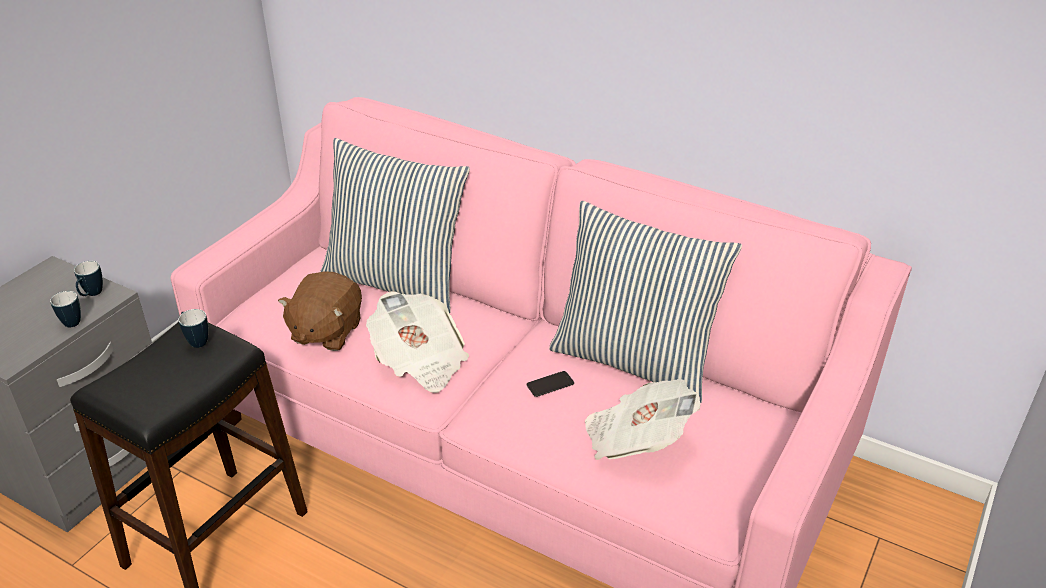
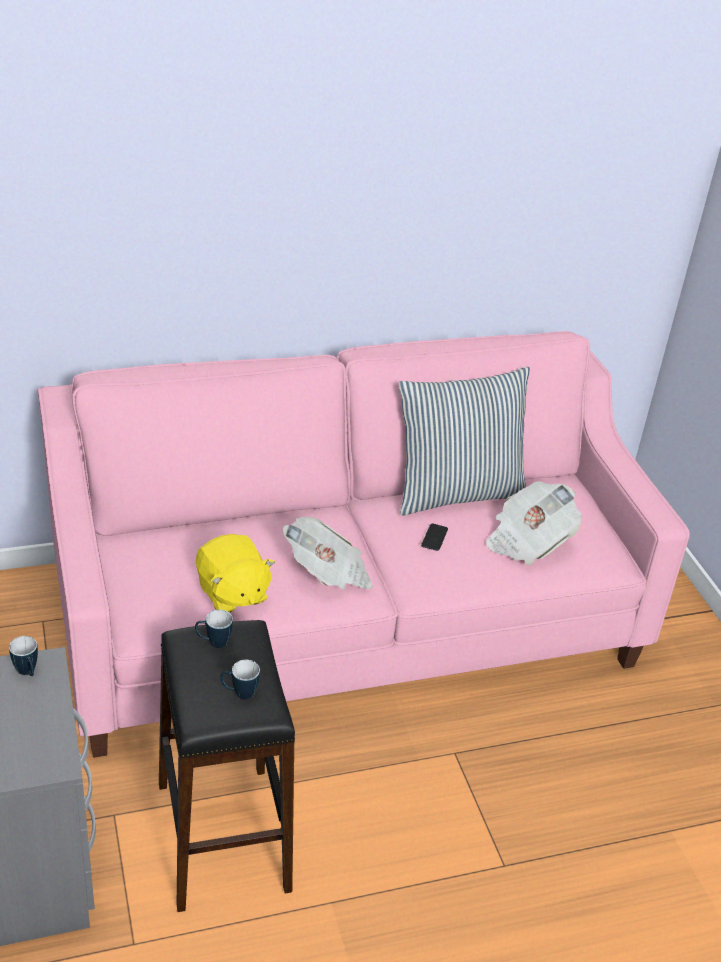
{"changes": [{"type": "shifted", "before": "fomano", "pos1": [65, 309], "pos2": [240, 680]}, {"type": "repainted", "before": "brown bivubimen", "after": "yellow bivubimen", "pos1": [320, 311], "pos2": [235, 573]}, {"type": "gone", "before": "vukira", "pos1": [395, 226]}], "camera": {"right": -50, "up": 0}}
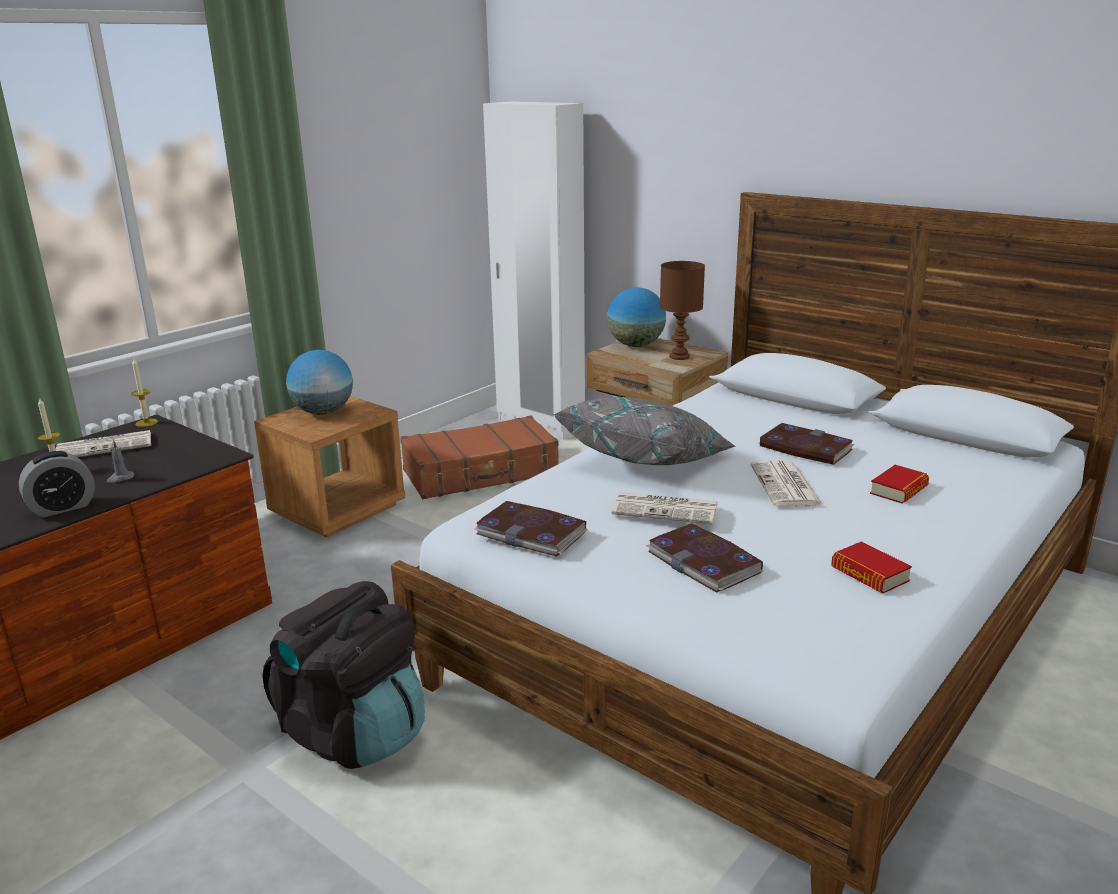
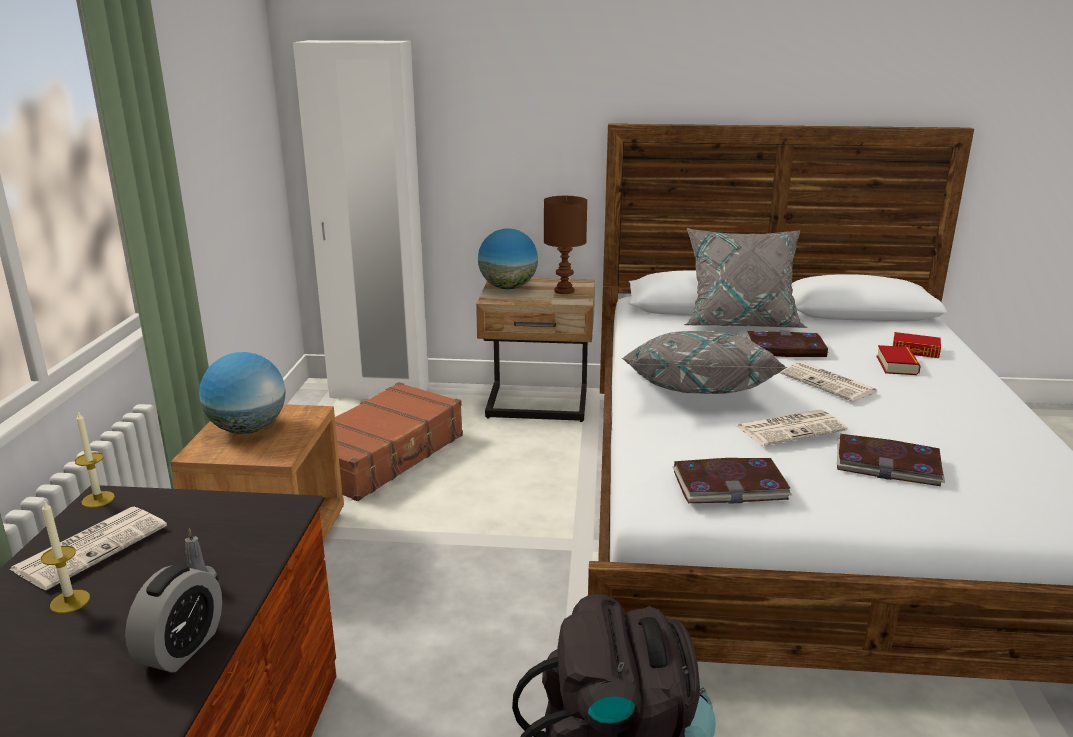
{"changes": [{"type": "shifted", "before": "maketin", "pos1": [871, 567], "pos2": [917, 345]}, {"type": "new", "after": "grey vukira", "pos2": [746, 278]}], "camera": {"right": -35, "up": 0}}
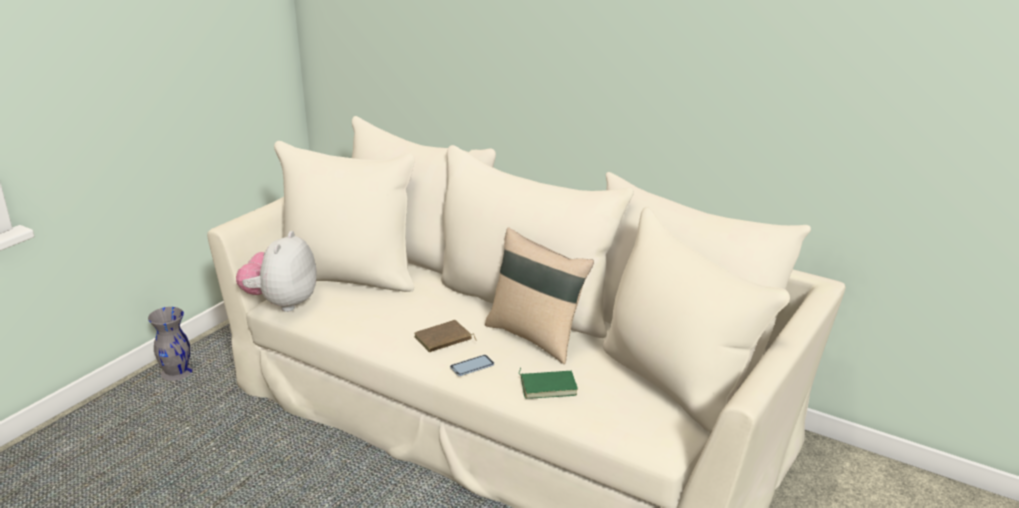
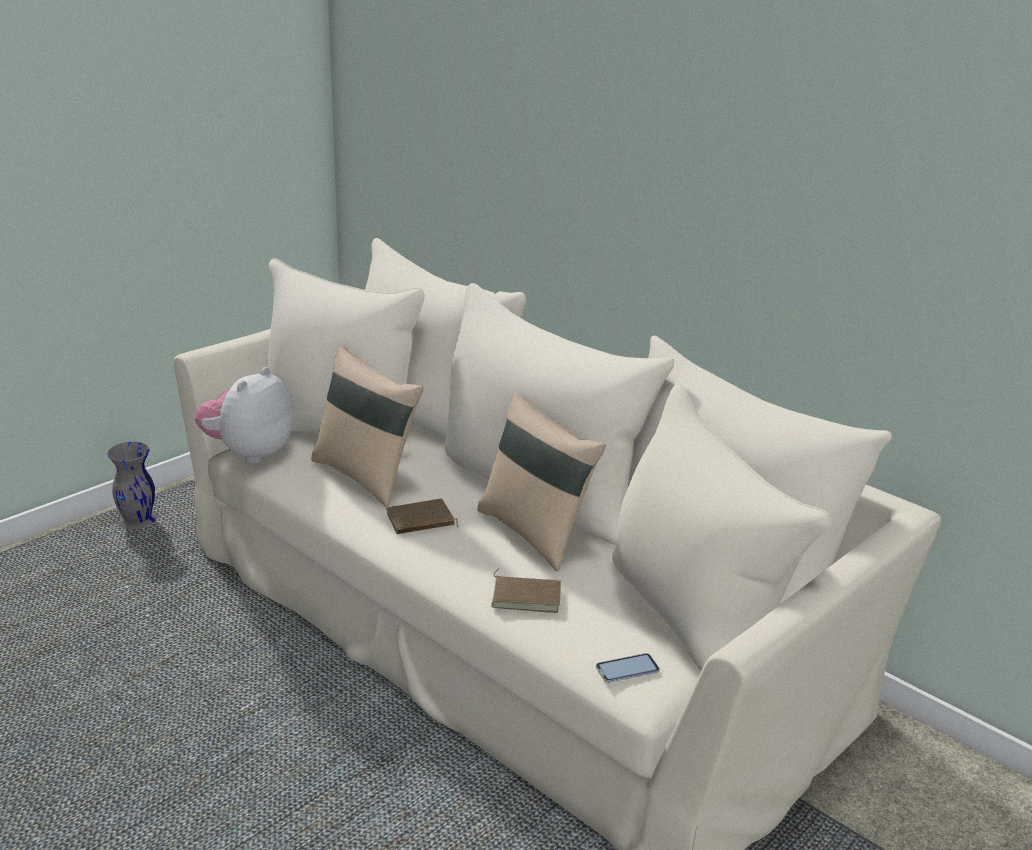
{"changes": [{"type": "shifted", "before": "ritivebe", "pos1": [472, 365], "pos2": [628, 668]}, {"type": "repainted", "before": "green maketin", "after": "brown maketin", "pos1": [548, 383], "pos2": [526, 590]}, {"type": "new", "after": "beige vukira", "pos2": [367, 427]}], "camera": {"right": 10, "up": 0}}
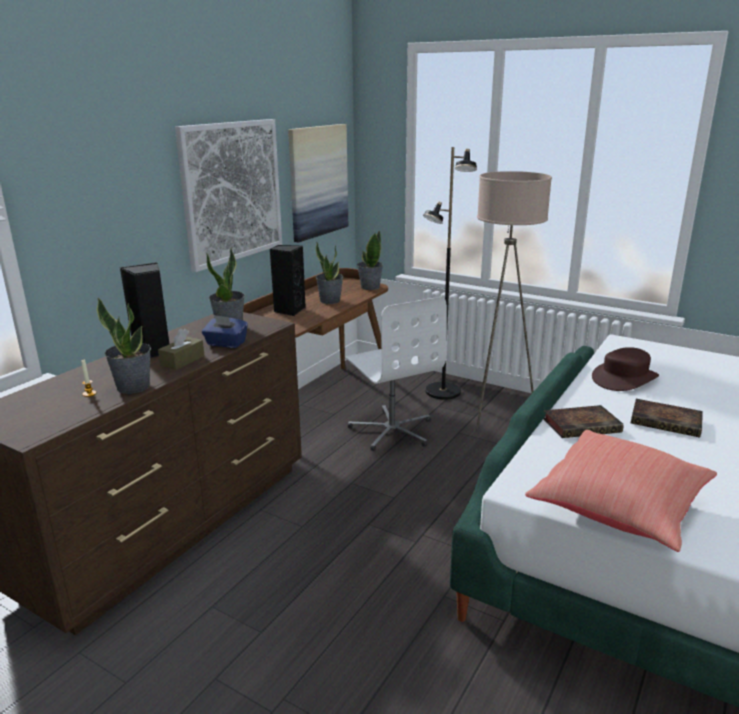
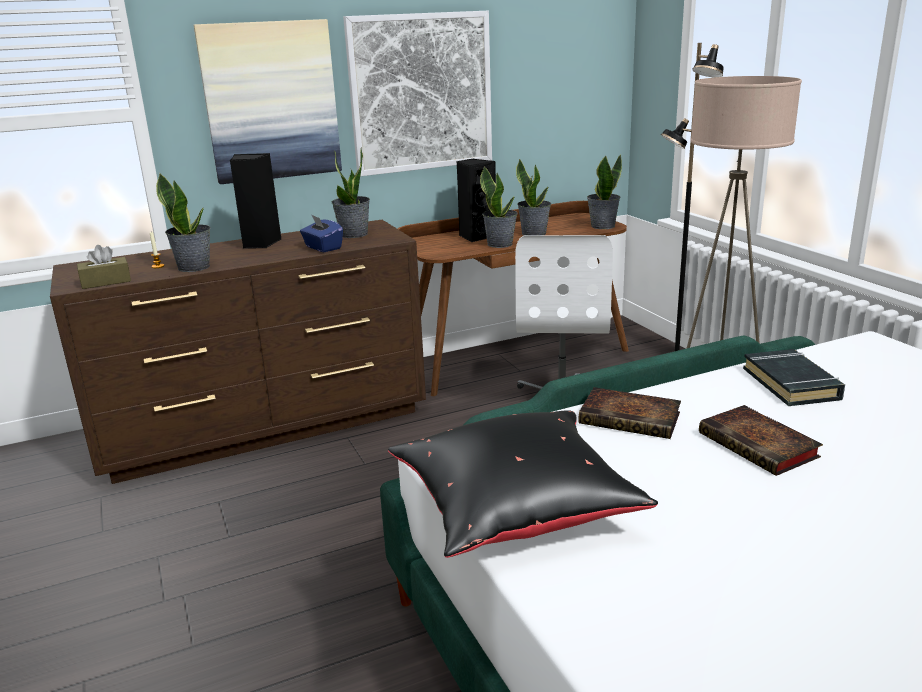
{"changes": [{"type": "shifted", "before": "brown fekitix", "pos1": [181, 349], "pos2": [104, 267]}, {"type": "shifted", "before": "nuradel", "pos1": [318, 183], "pos2": [268, 101]}, {"type": "repainted", "before": "red vukira", "after": "black vukira", "pos1": [621, 491], "pos2": [523, 484]}, {"type": "swapped", "before": "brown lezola", "after": "black maketin", "pos1": [625, 369], "pos2": [794, 377]}, {"type": "new", "after": "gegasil", "pos2": [499, 207]}], "camera": {"right": 35, "up": 0}}
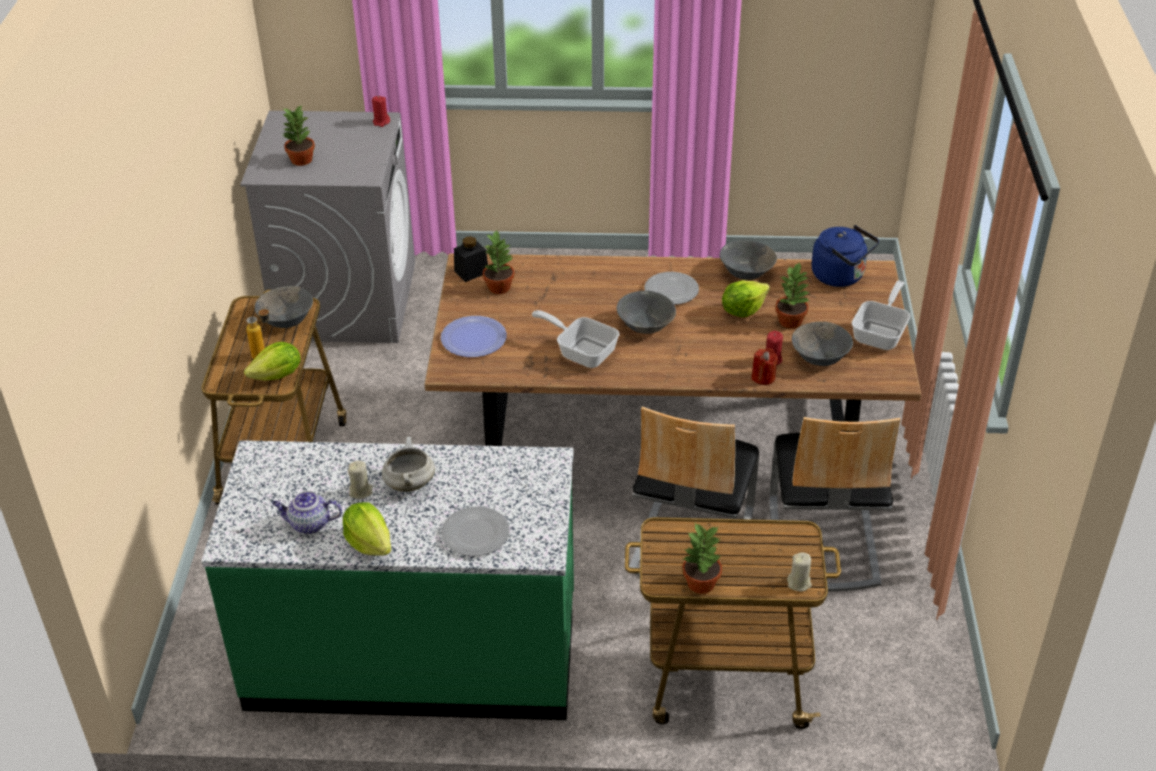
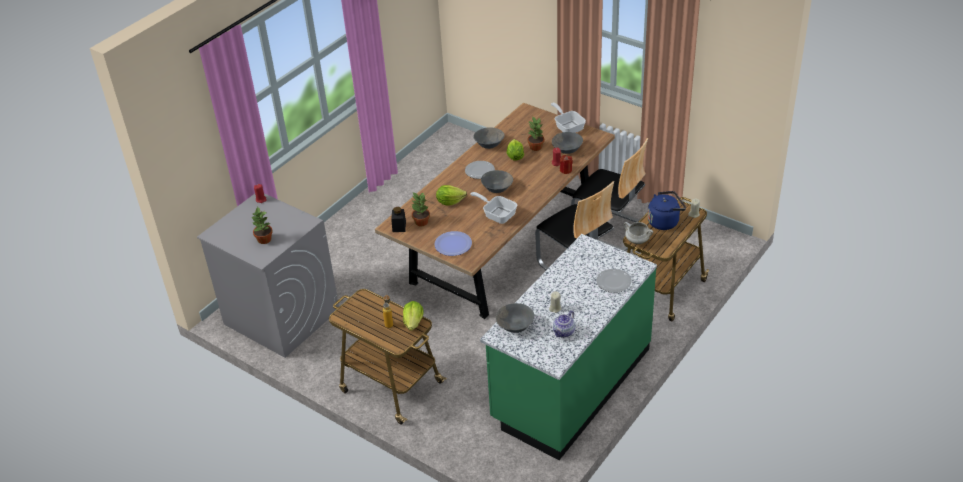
{"changes": [{"type": "shifted", "before": "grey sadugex", "pos1": [284, 307], "pos2": [515, 318]}, {"type": "shifted", "before": "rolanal", "pos1": [367, 529], "pos2": [451, 195]}, {"type": "shifted", "before": "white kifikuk", "pos1": [408, 464], "pos2": [638, 233]}, {"type": "rotated", "before": "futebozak", "pos1": [575, 339], "pos2": [493, 208], "turn": 60}, {"type": "gone", "before": "gegasil", "pos1": [702, 558]}, {"type": "shifted", "before": "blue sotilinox", "pos1": [845, 256], "pos2": [667, 210]}], "camera": {"right": -55, "up": 0}}
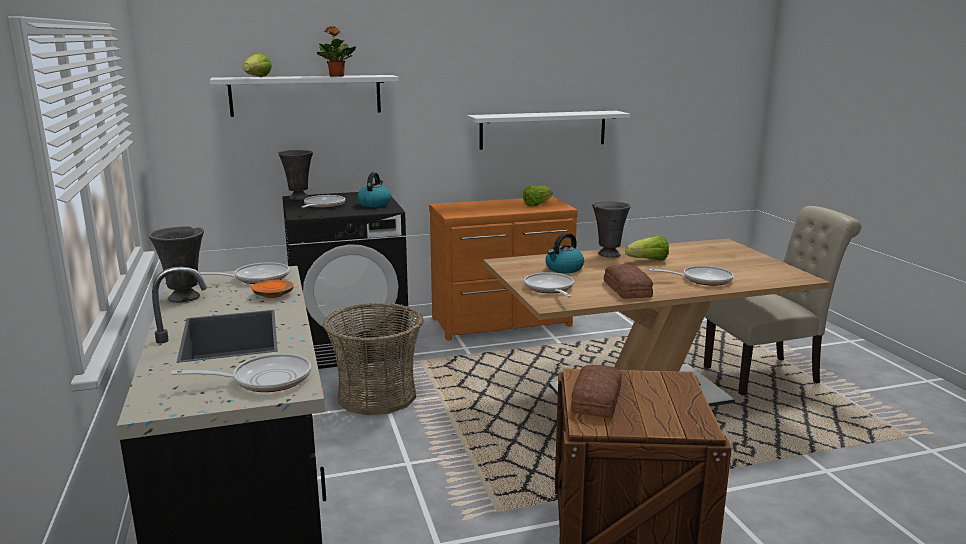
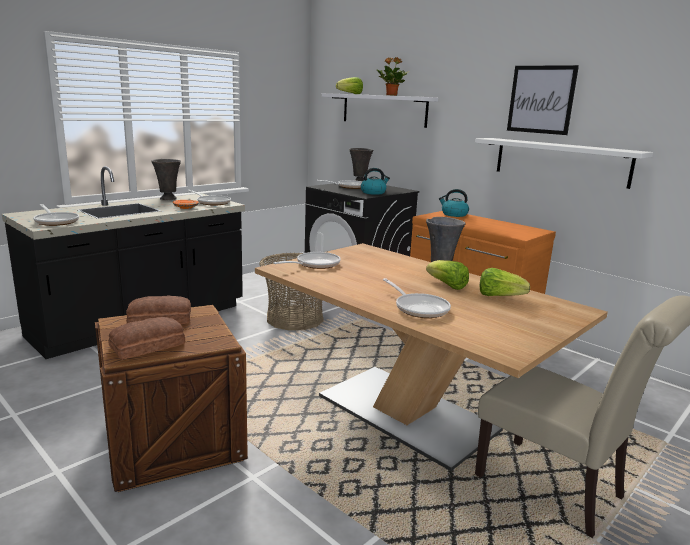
{"changes": [{"type": "shifted", "before": "rolanal", "pos1": [538, 195], "pos2": [505, 282]}, {"type": "shifted", "before": "sotilinox", "pos1": [564, 253], "pos2": [454, 203]}, {"type": "shifted", "before": "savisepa", "pos1": [628, 281], "pos2": [146, 338]}, {"type": "new", "after": "nuradel", "pos2": [543, 100]}], "camera": {"right": 60, "up": 0}}
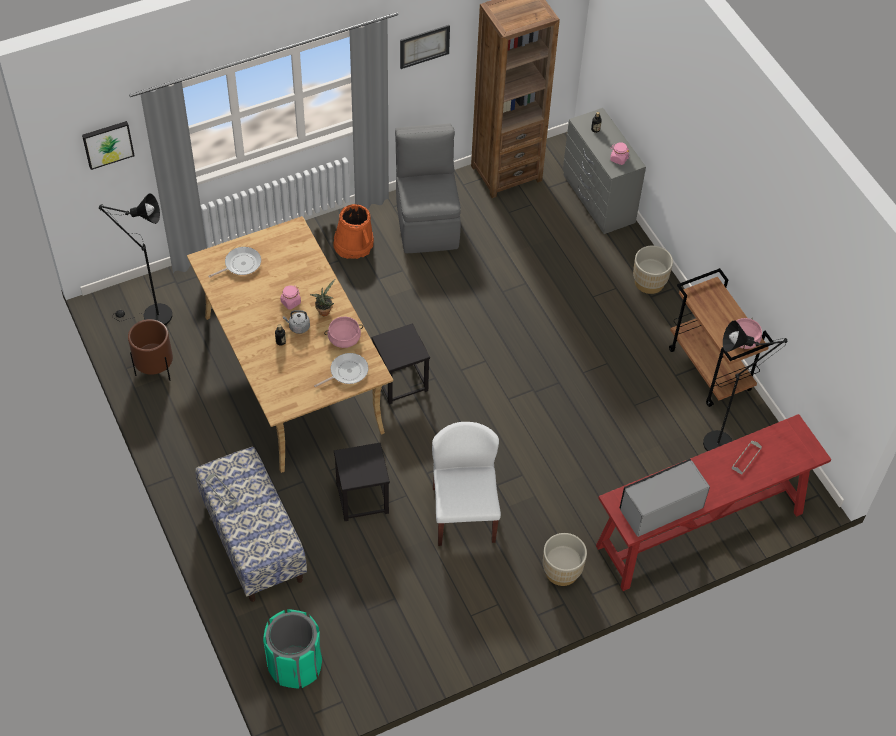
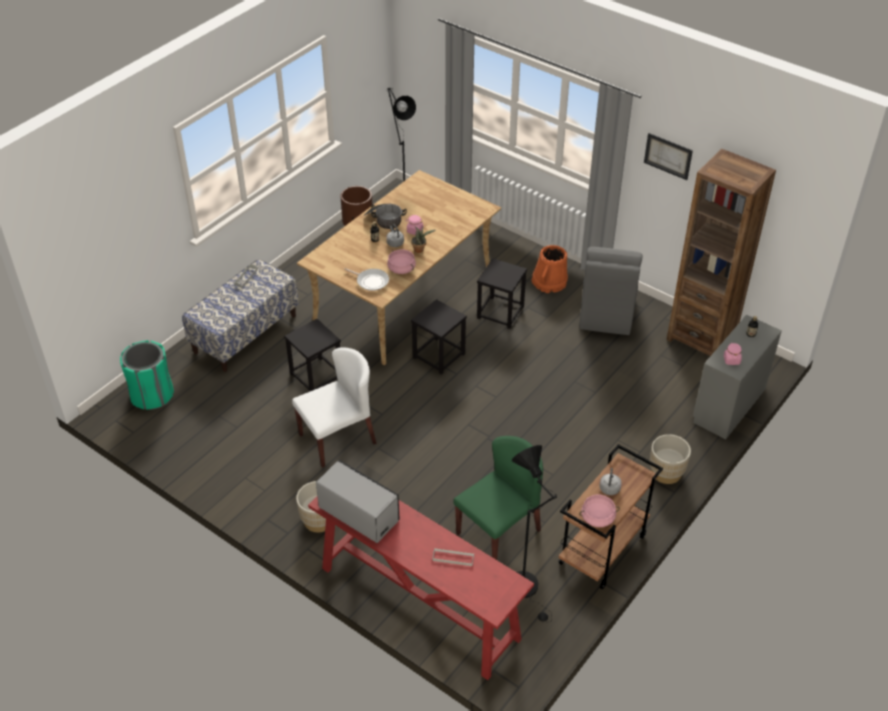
{"changes": [{"type": "gone", "before": "nuradel", "pos1": [108, 145]}, {"type": "gone", "before": "futebozak", "pos1": [234, 262]}, {"type": "rotated", "before": "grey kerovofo", "pos1": [428, 188], "pos2": [611, 291], "turn": 135}, {"type": "new", "after": "kifikuk", "pos2": [385, 216]}, {"type": "new", "after": "green kerovofo", "pos2": [498, 498]}, {"type": "new", "after": "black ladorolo", "pos2": [502, 293]}, {"type": "new", "after": "grey sotilinox", "pos2": [611, 481]}], "camera": {"right": 65, "up": -10}}
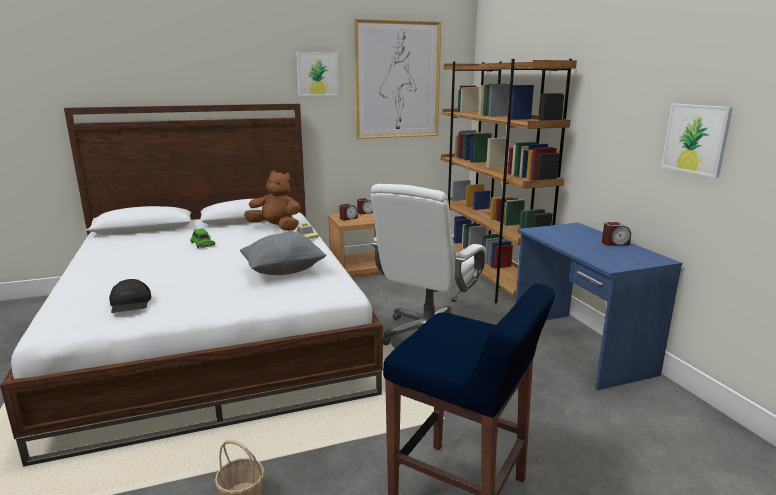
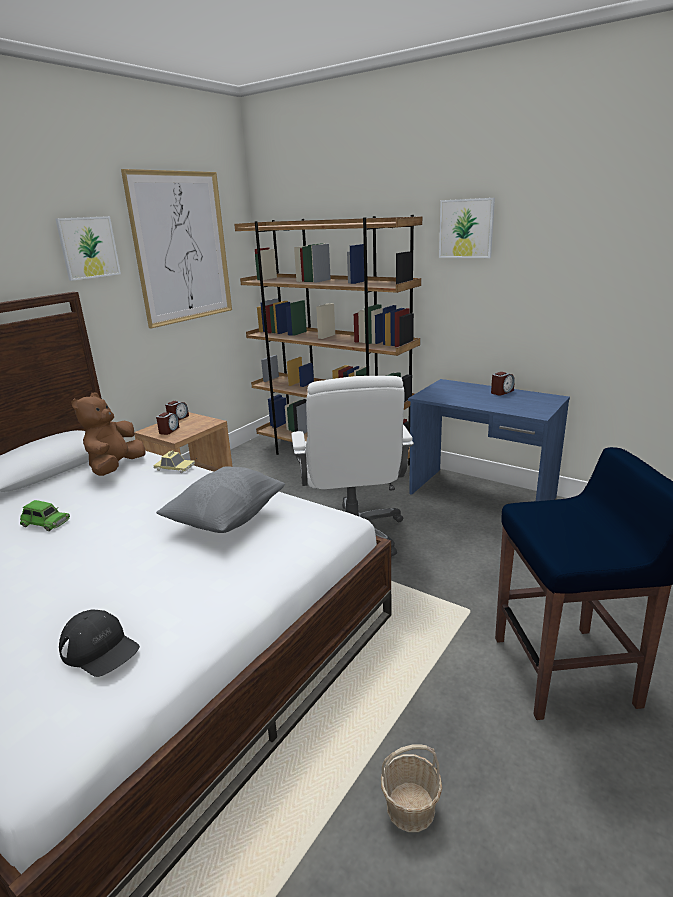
{"changes": [{"type": "rotated", "before": "brown bivubimen", "pos1": [272, 200], "pos2": [108, 434], "turn": -60}, {"type": "shifted", "before": "nuradel", "pos1": [697, 141], "pos2": [467, 228]}], "camera": {"right": -35, "up": 5}}
